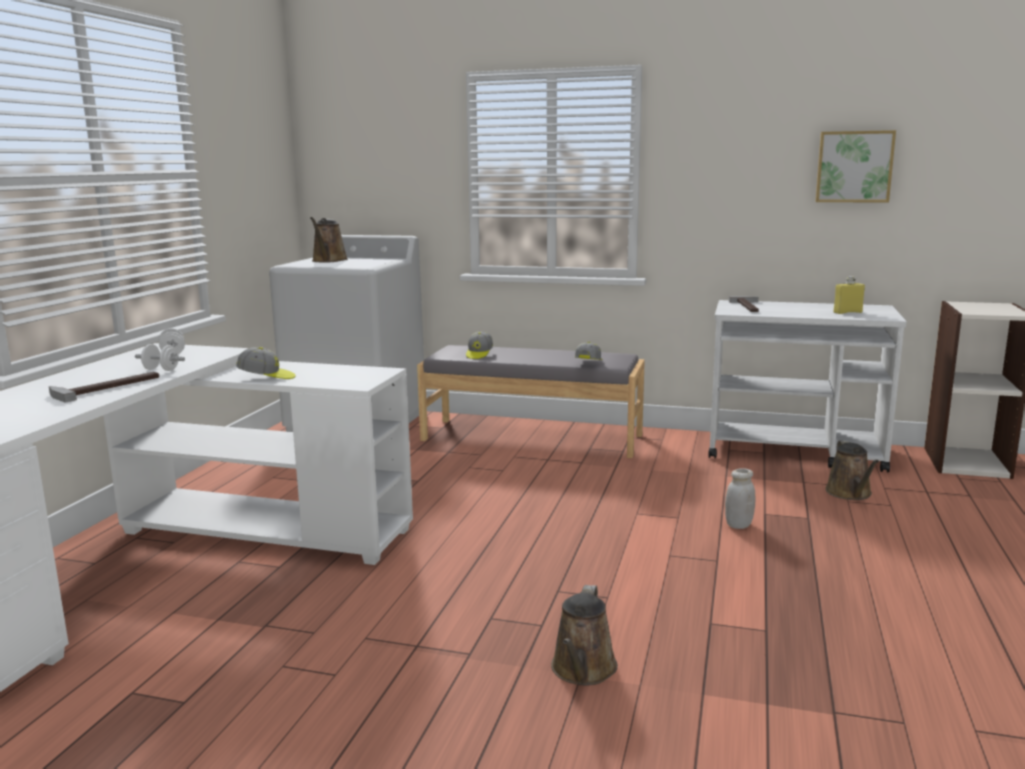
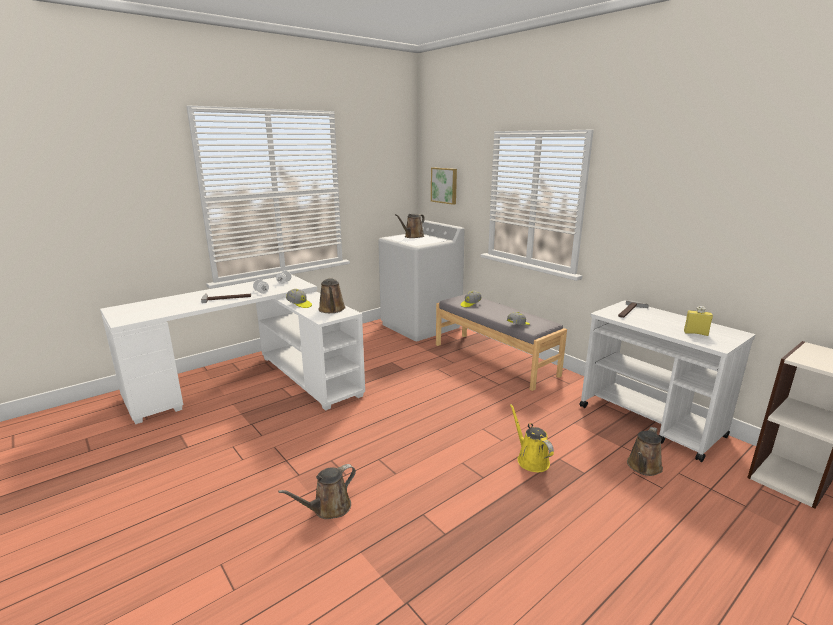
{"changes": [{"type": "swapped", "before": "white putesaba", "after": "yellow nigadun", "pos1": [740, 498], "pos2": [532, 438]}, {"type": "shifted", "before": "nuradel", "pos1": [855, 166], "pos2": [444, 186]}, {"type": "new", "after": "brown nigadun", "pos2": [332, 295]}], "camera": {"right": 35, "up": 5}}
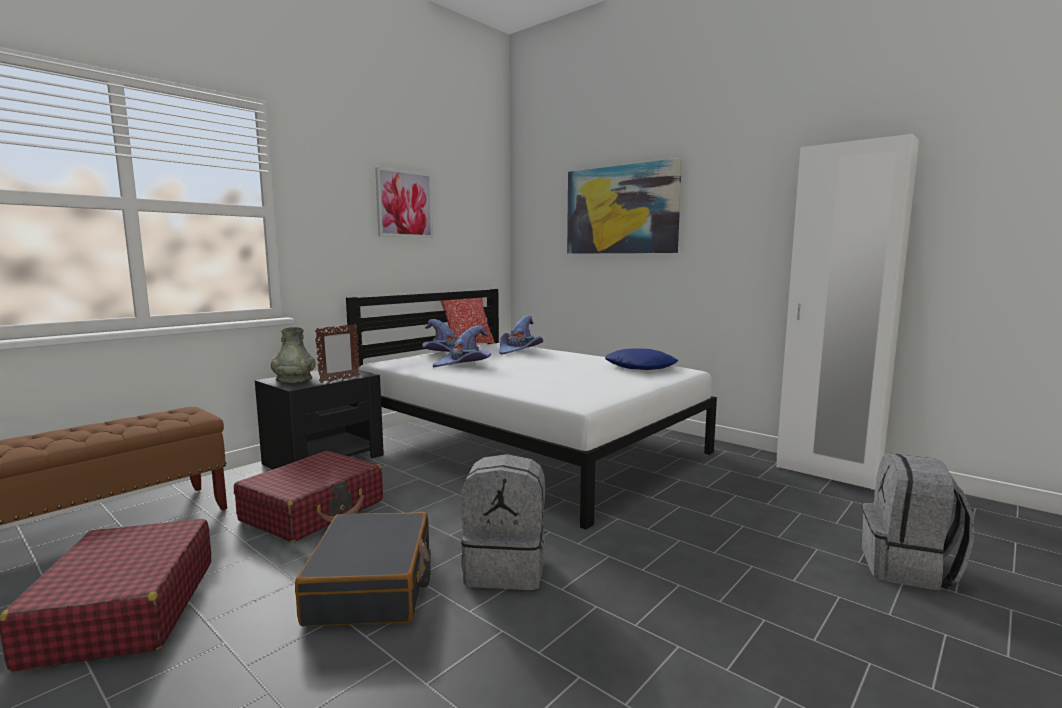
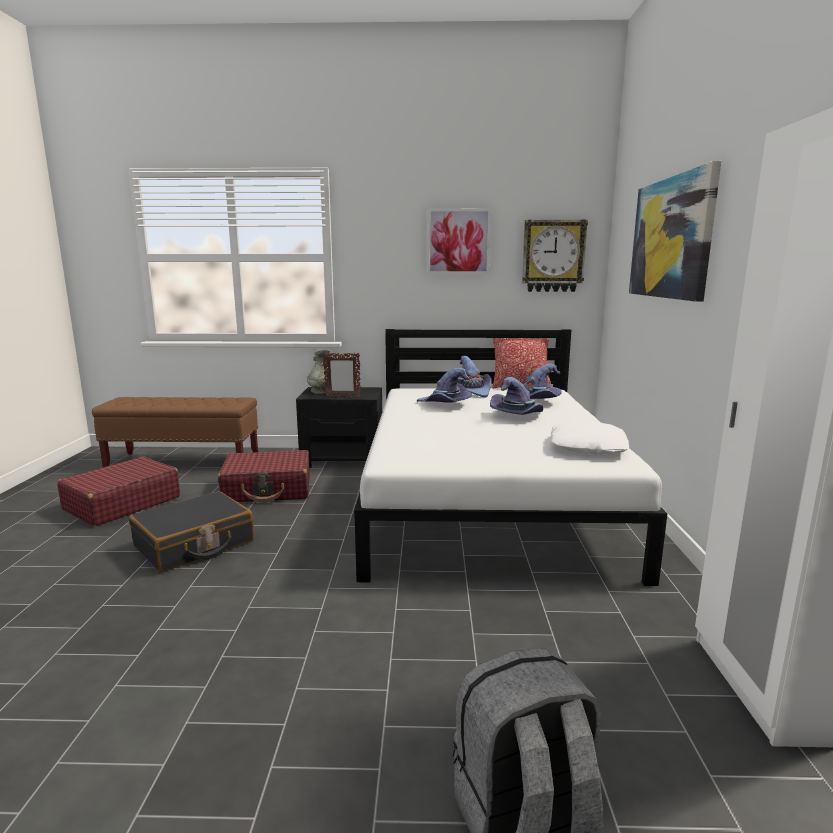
{"changes": [{"type": "gone", "before": "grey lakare", "pos1": [503, 522]}, {"type": "repainted", "before": "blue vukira", "after": "white vukira", "pos1": [641, 359], "pos2": [589, 437]}, {"type": "new", "after": "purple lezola", "pos2": [516, 396]}, {"type": "new", "after": "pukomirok", "pos2": [555, 255]}], "camera": {"right": 50, "up": 5}}
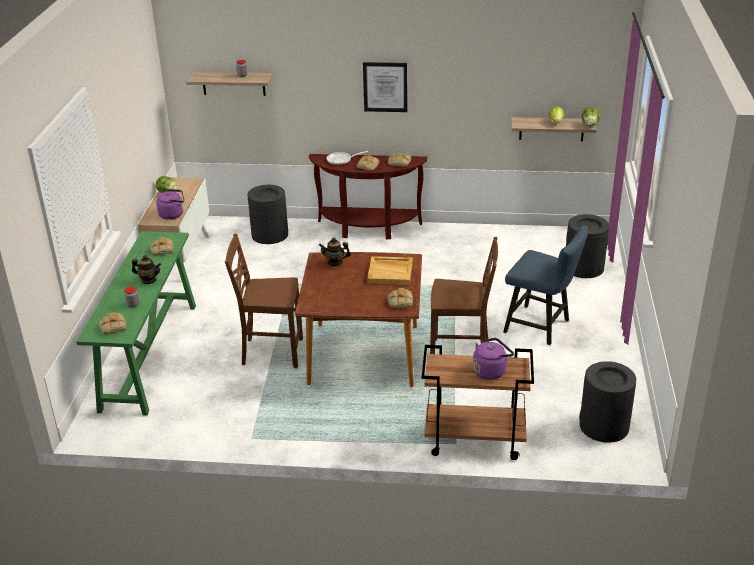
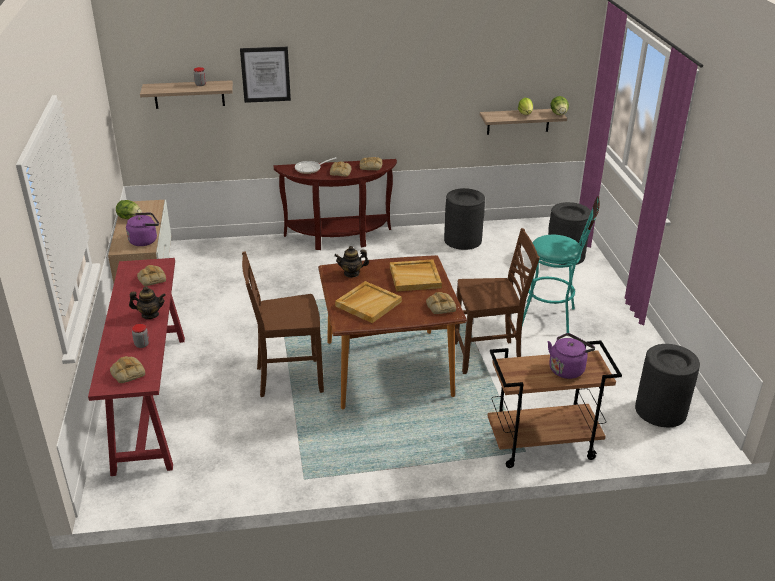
{"changes": [{"type": "repainted", "before": "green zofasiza", "after": "red zofasiza", "pos1": [136, 323], "pos2": [136, 367]}, {"type": "shifted", "before": "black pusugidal", "pos1": [268, 214], "pos2": [464, 219]}, {"type": "shifted", "before": "nuradel", "pos1": [385, 87], "pos2": [265, 75]}, {"type": "swapped", "before": "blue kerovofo", "after": "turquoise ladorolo", "pos1": [546, 285], "pos2": [561, 264]}, {"type": "new", "after": "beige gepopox", "pos2": [368, 302]}], "camera": {"right": -15, "up": 0}}
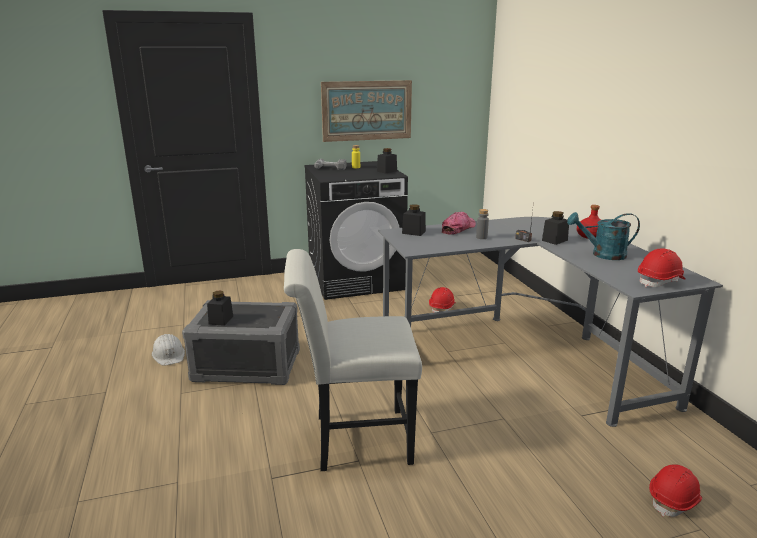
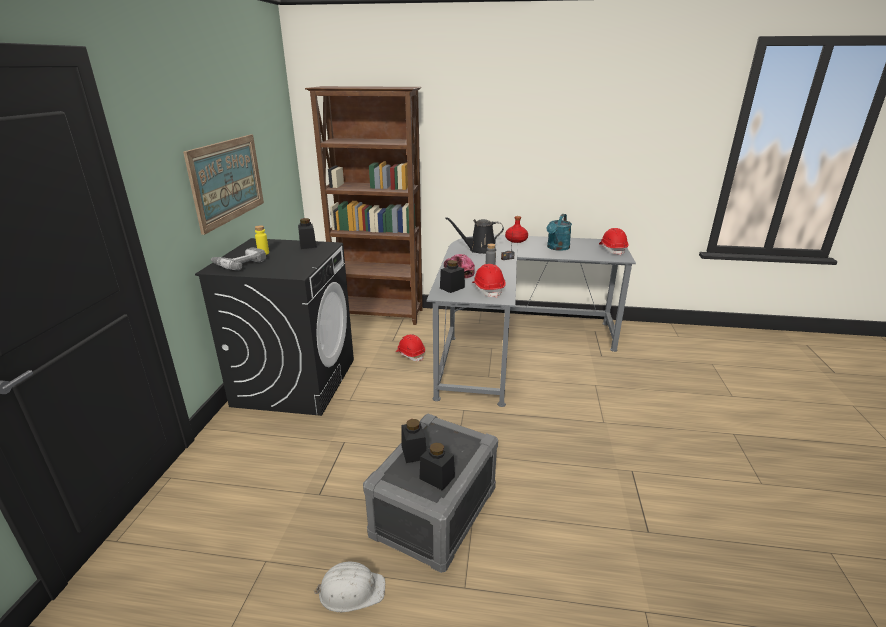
{"changes": [{"type": "gone", "before": "white kerovofo", "pos1": [353, 360]}, {"type": "shifted", "before": "black putesaba", "pos1": [555, 228], "pos2": [413, 441]}, {"type": "shifted", "before": "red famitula", "pos1": [675, 490], "pos2": [489, 281]}, {"type": "new", "after": "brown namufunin", "pos2": [364, 205]}, {"type": "new", "after": "black nigadun", "pos2": [474, 235]}], "camera": {"right": -65, "up": 5}}
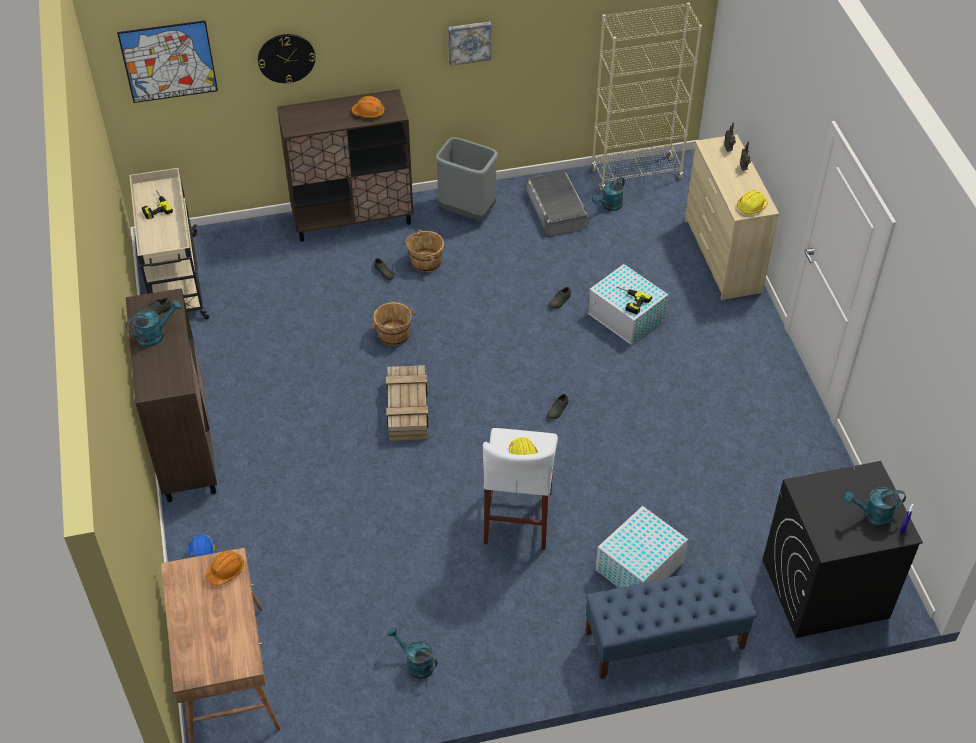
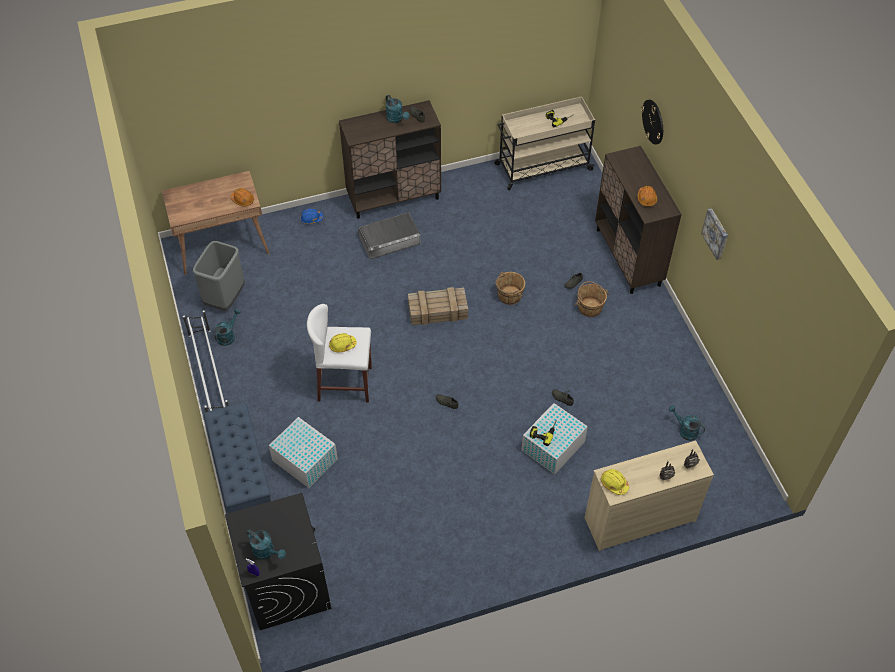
{"changes": [{"type": "gone", "before": "nuradel", "pos1": [167, 61]}, {"type": "shifted", "before": "grey pusugidal", "pos1": [466, 178], "pos2": [219, 276]}, {"type": "shifted", "before": "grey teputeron", "pos1": [557, 204], "pos2": [389, 236]}, {"type": "gone", "before": "beige namufunin", "pos1": [646, 96]}, {"type": "rotated", "before": "turquoise nigadun", "pos1": [875, 507], "pos2": [266, 544], "turn": 135}, {"type": "new", "after": "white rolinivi", "pos2": [206, 361]}], "camera": {"right": 85, "up": 5}}
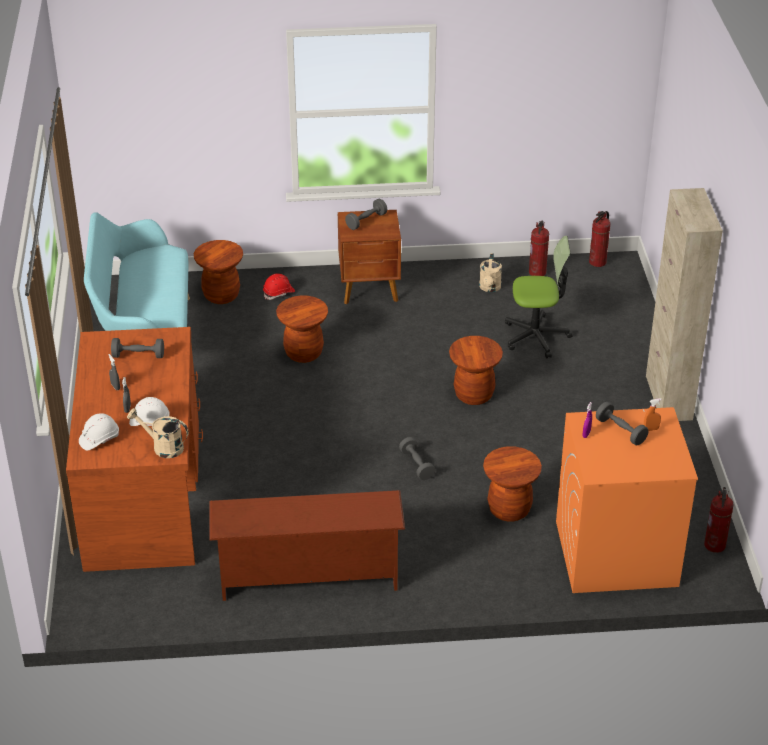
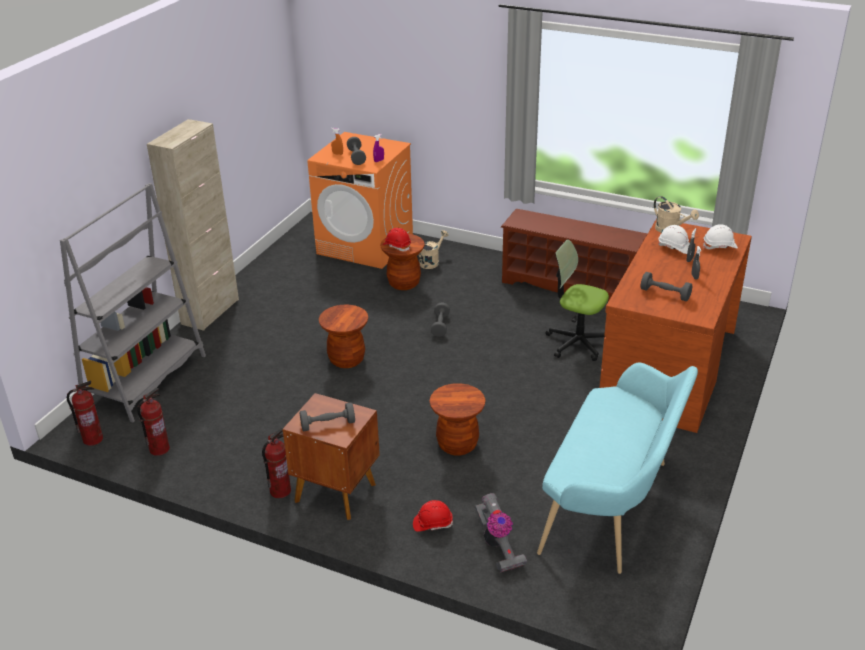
{"changes": [{"type": "swapped", "before": "brown ladorolo", "after": "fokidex", "pos1": [218, 272], "pos2": [501, 533]}, {"type": "shifted", "before": "beige nigadun", "pos1": [490, 272], "pos2": [433, 249]}, {"type": "shifted", "before": "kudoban", "pos1": [539, 297], "pos2": [577, 300]}, {"type": "shifted", "before": "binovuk", "pos1": [719, 520], "pos2": [276, 462]}, {"type": "new", "after": "grey namufunin", "pos2": [133, 302]}, {"type": "new", "after": "red famitula", "pos2": [397, 240]}], "camera": {"right": -150, "up": -5}}
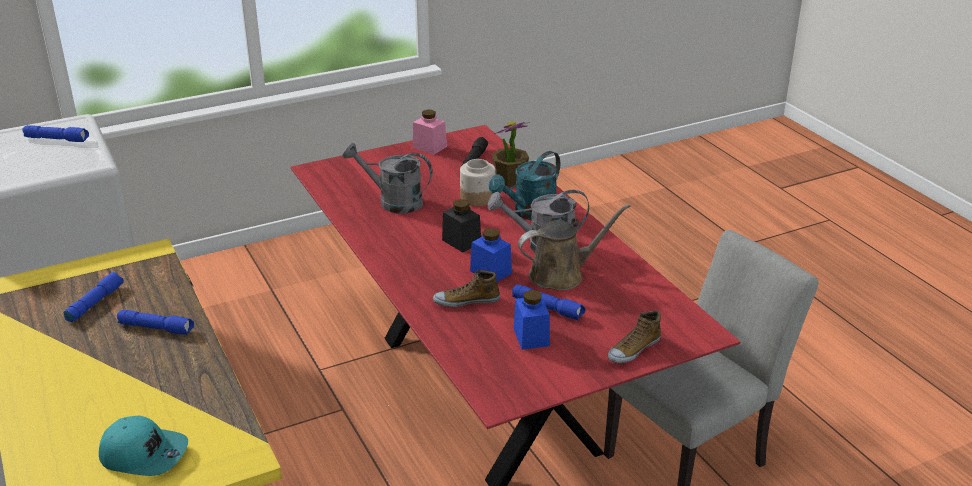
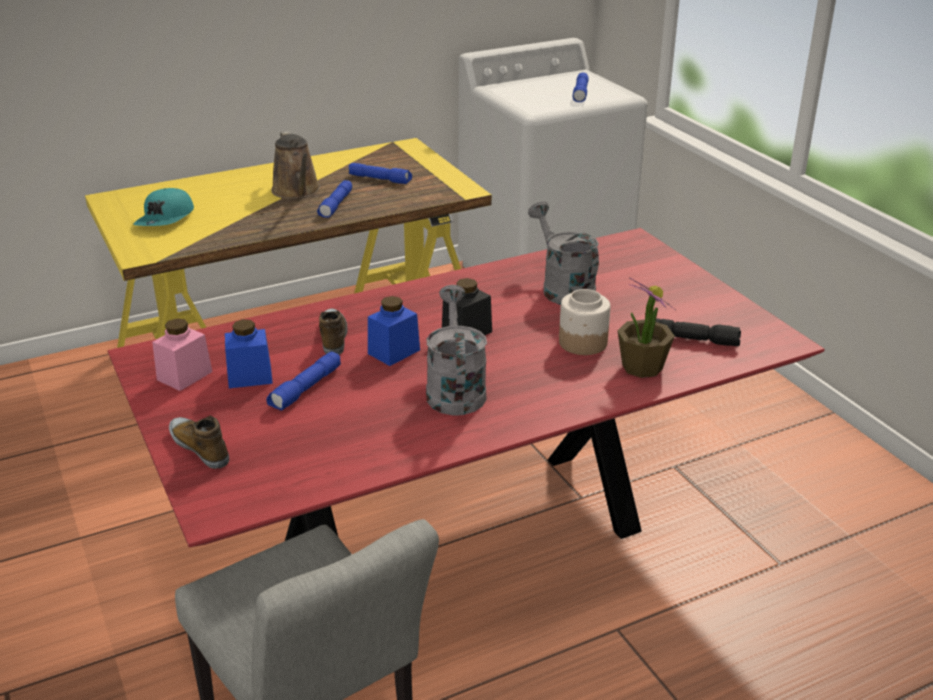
{"changes": [{"type": "rotated", "before": "grey nigadun", "pos1": [387, 177], "pos2": [563, 253], "turn": -45}, {"type": "shifted", "before": "pink putesaba", "pos1": [430, 132], "pos2": [182, 354]}, {"type": "gone", "before": "turquoise nigadun", "pos1": [524, 185]}, {"type": "shifted", "before": "brown nigadun", "pos1": [574, 247], "pos2": [295, 165]}], "camera": {"right": 90, "up": 0}}
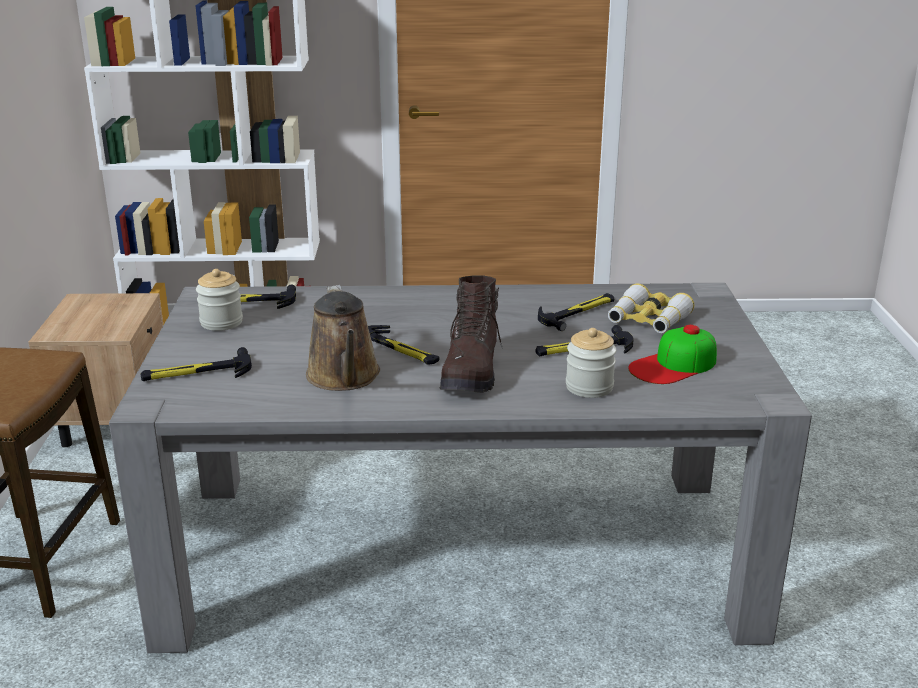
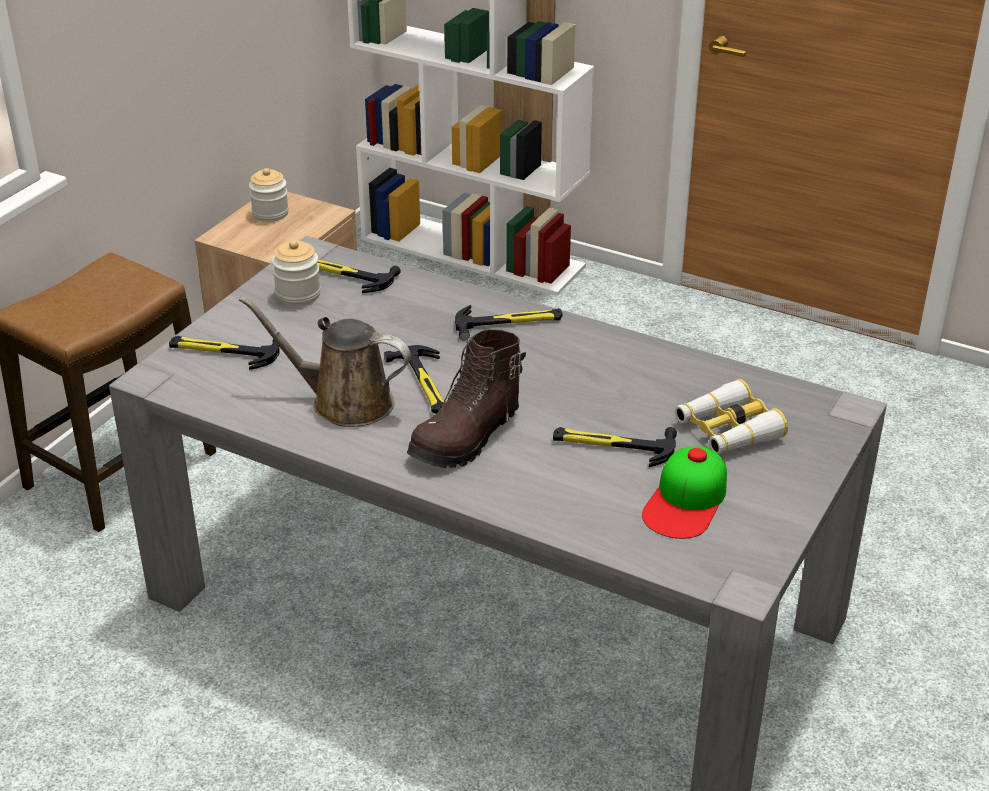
{"changes": [{"type": "rotated", "before": "brown nigadun", "pos1": [343, 338], "pos2": [325, 361], "turn": 90}, {"type": "shifted", "before": "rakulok", "pos1": [576, 312], "pos2": [509, 322]}, {"type": "shifted", "before": "putesaba", "pos1": [591, 363], "pos2": [269, 195]}, {"type": "rotated", "before": "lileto", "pos1": [672, 354], "pos2": [684, 493], "turn": -60}], "camera": {"right": 30, "up": 10}}
